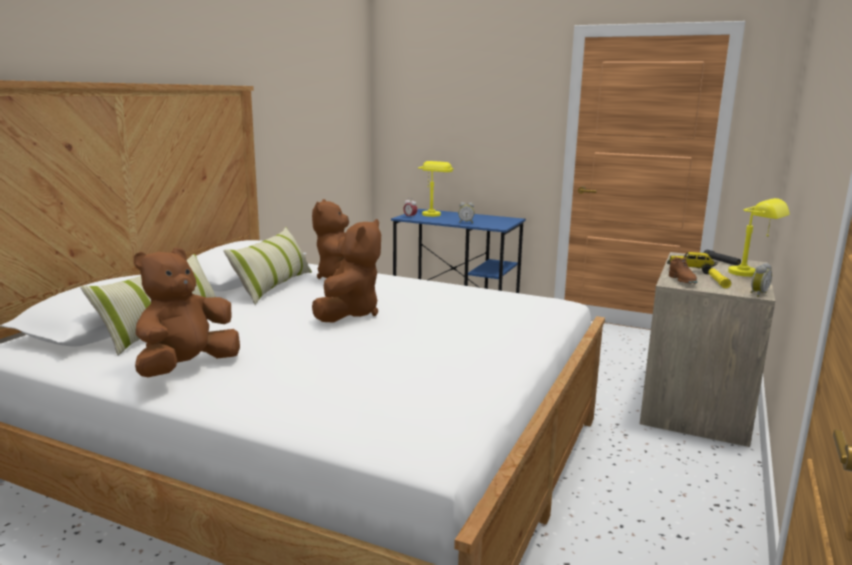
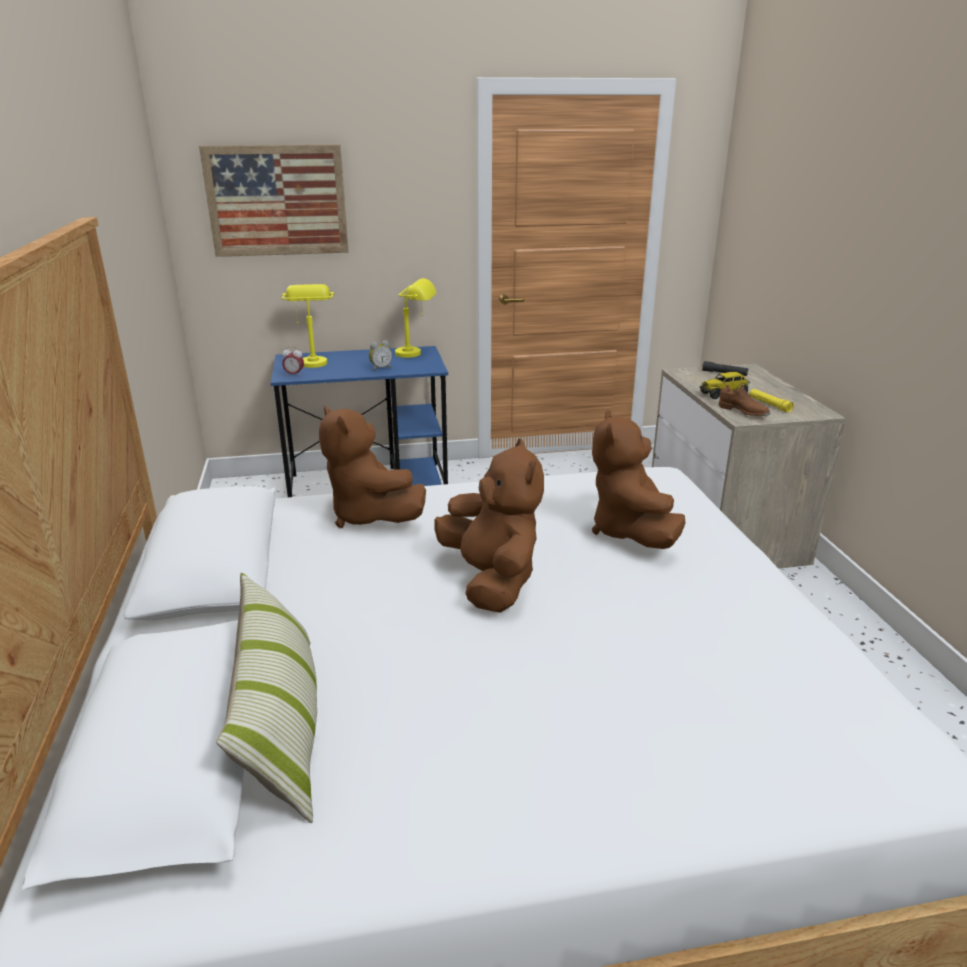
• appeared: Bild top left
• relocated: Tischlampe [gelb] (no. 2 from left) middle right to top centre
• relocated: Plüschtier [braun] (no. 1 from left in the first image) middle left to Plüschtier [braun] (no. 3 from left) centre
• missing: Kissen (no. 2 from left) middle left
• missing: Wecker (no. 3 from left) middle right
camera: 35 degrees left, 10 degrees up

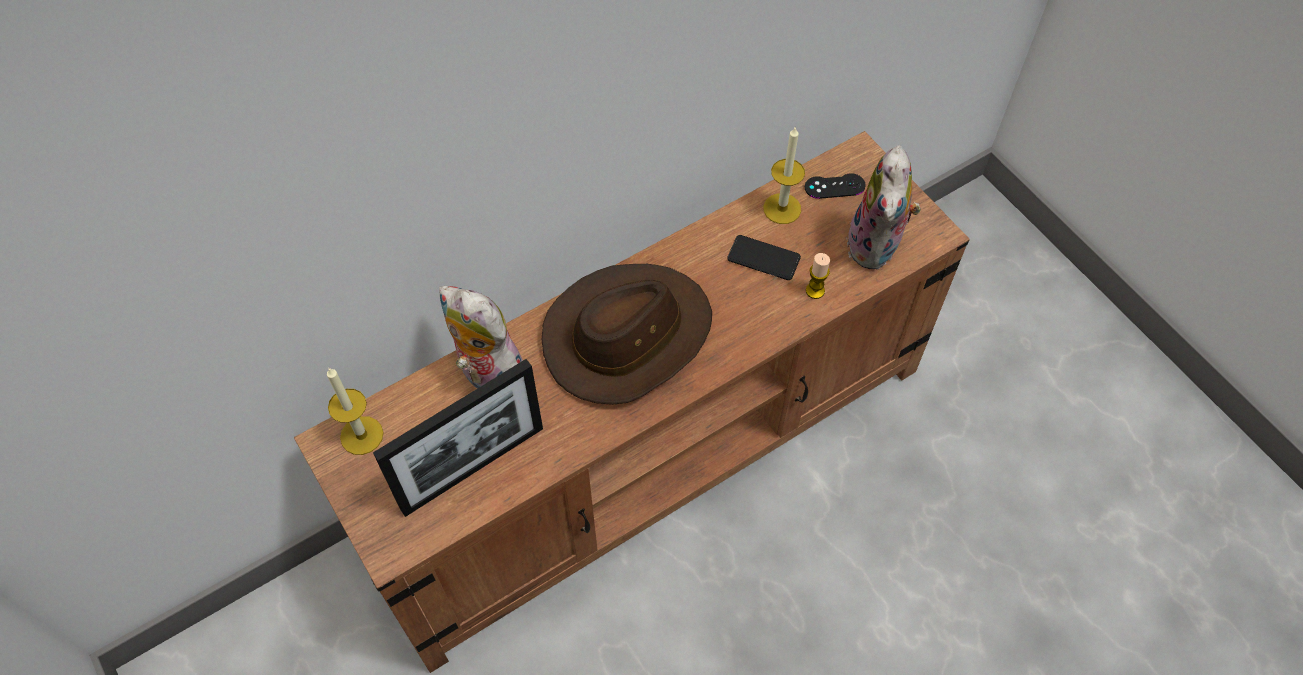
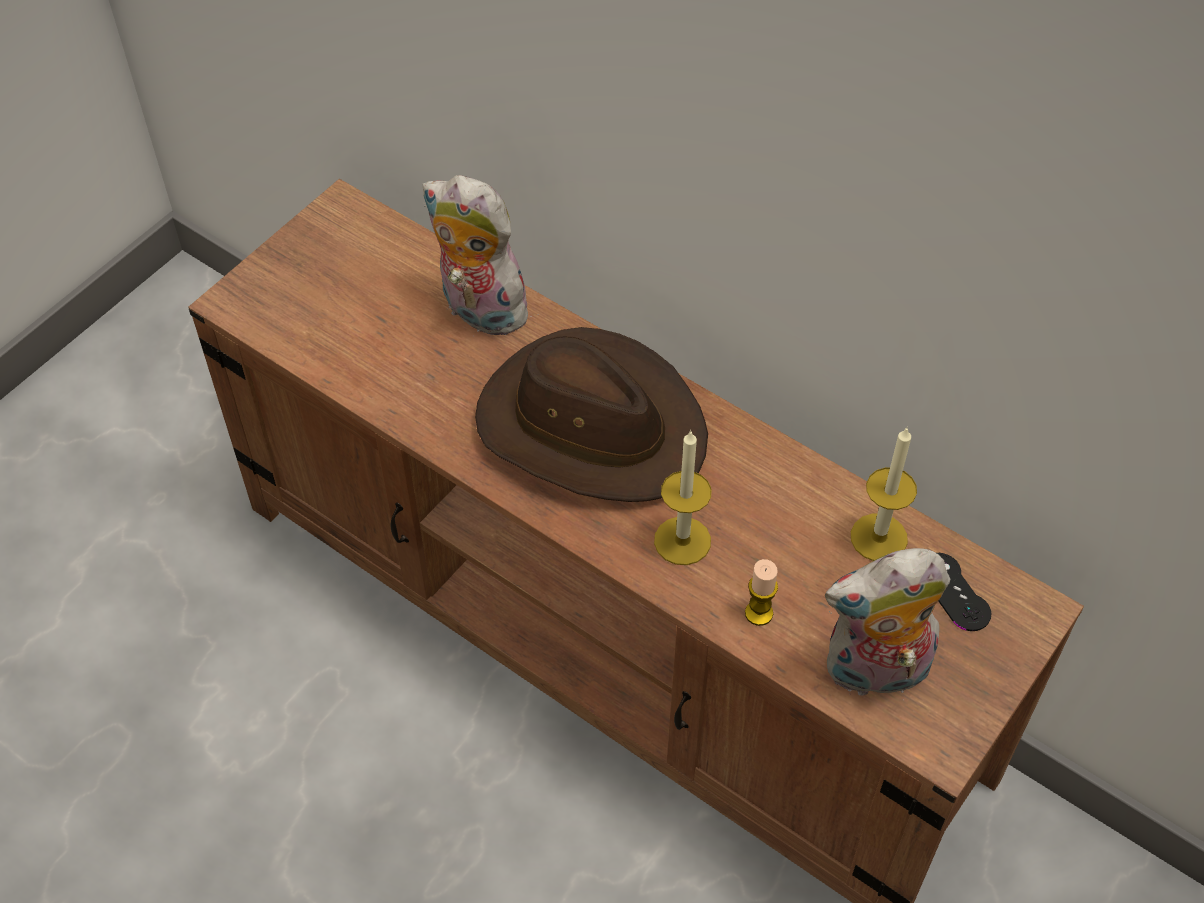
• spun: Plüschtier (no. 1 from left) centre = top centre 75 degrees counterclockwise
• relocated: Kerze (no. 1 from left) middle left to centre
• missing: Bilderrahmen centre
• missing: Handy centre
camera: 70 degrees right, 5 degrees down

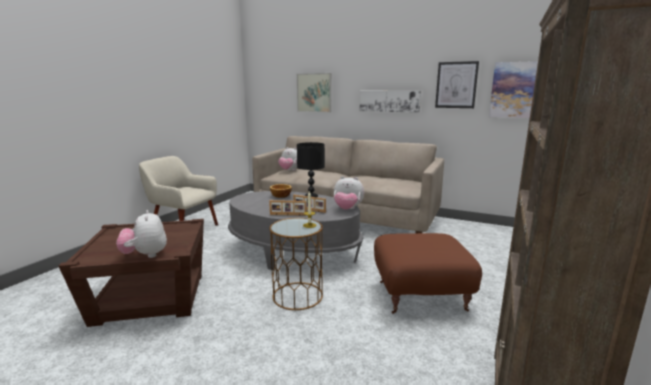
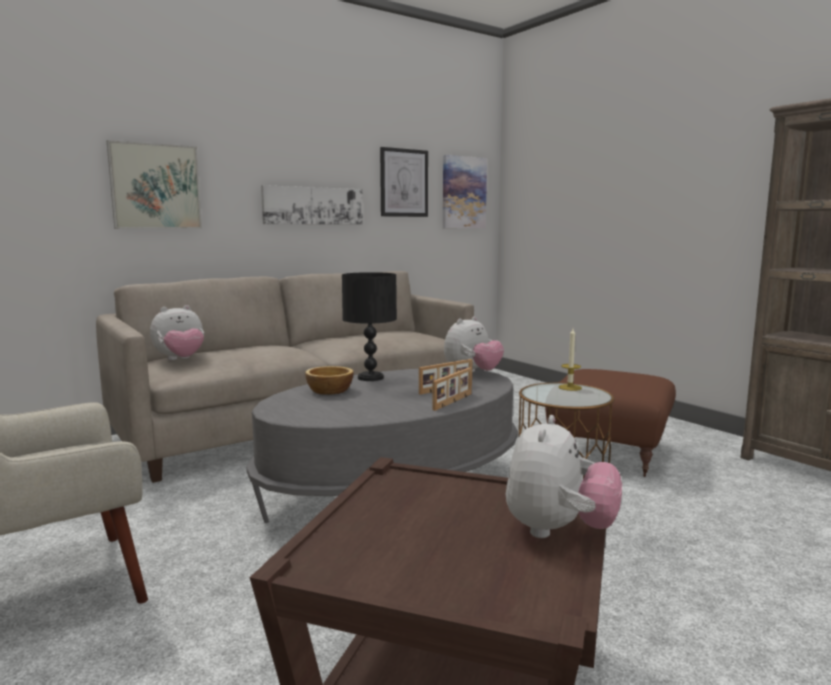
• spun: Plüschtier (no. 1 from left in the first image) middle left = bottom right 75 degrees counterclockwise
camera: 60 degrees left, 5 degrees down

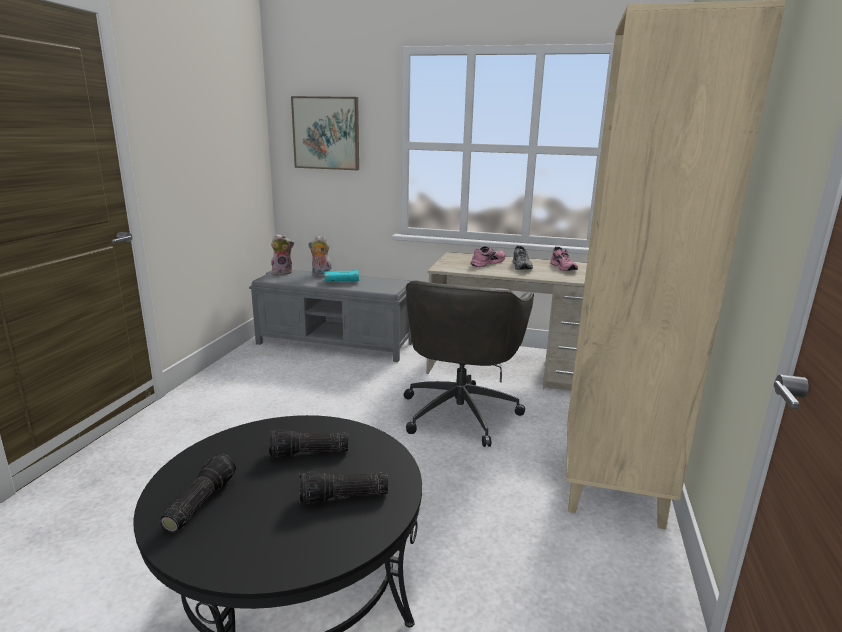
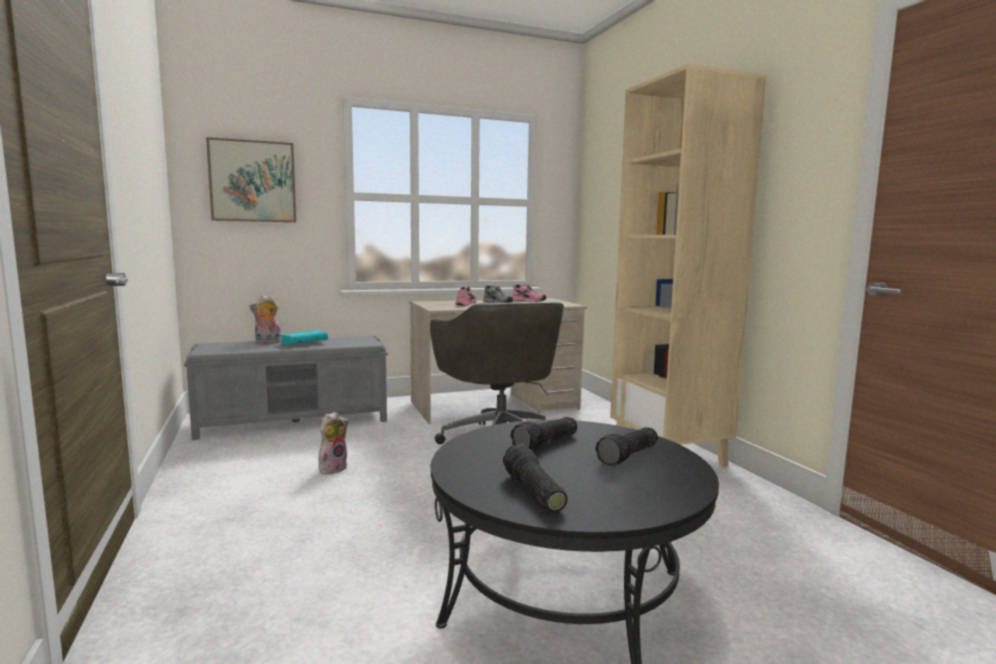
• relocated: Plüschtier (no. 1 from left in the first image) centre to Plüschtier (no. 2 from left) bottom centre
camera: 35 degrees left, 10 degrees down

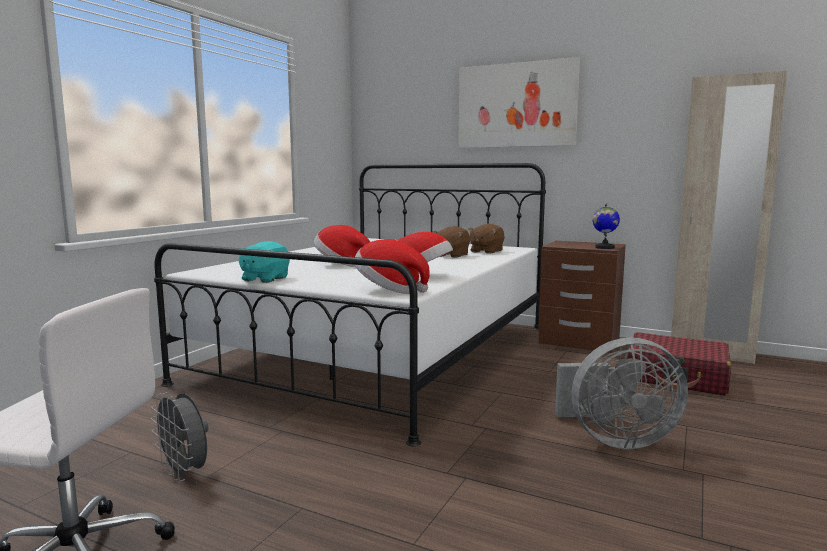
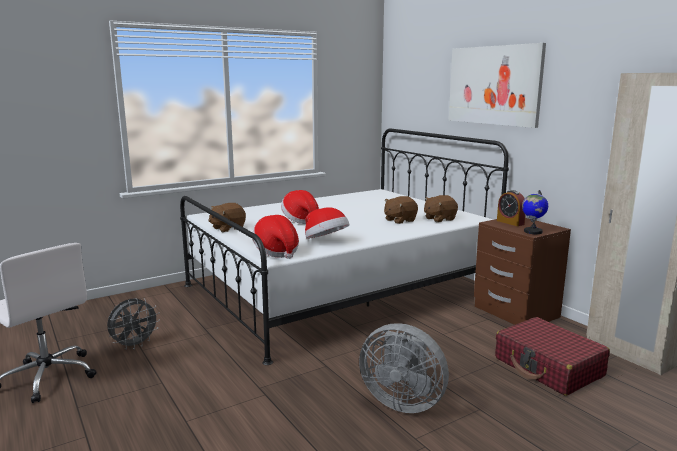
• spun: Ventilator [grau] (no. 1 from left) bottom left = bottom left 120 degrees counterclockwise
• colour: Plüschtier [türkis] middle left to Plüschtier [braun] (no. 1 from left) centre
• appeared: Wecker middle right
camera: 30 degrees right, 5 degrees up

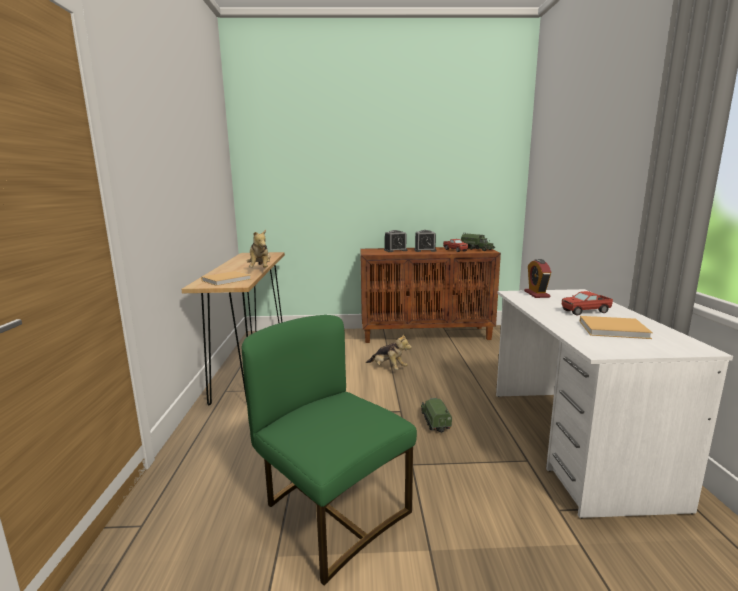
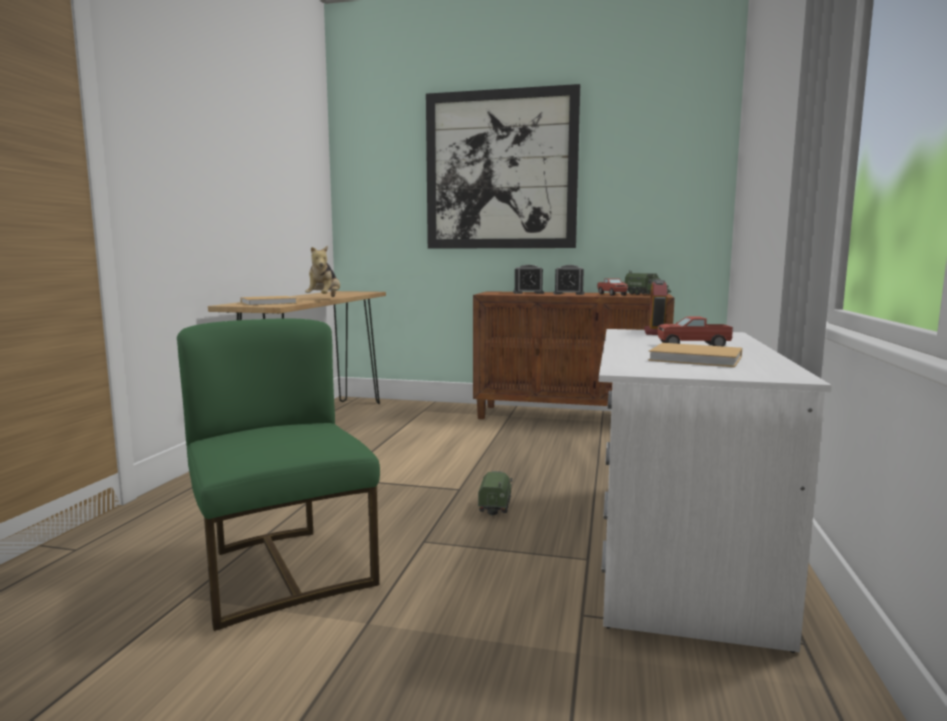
• appeared: Bild top centre
• missing: Plüschtier (no. 2 from left) centre
camera: 15 degrees right, 5 degrees down

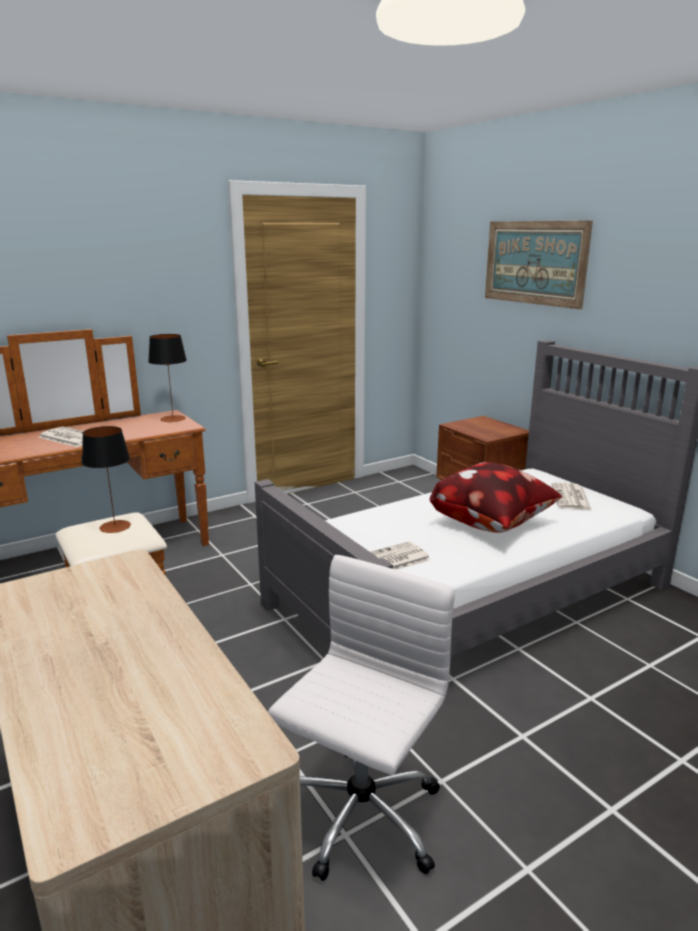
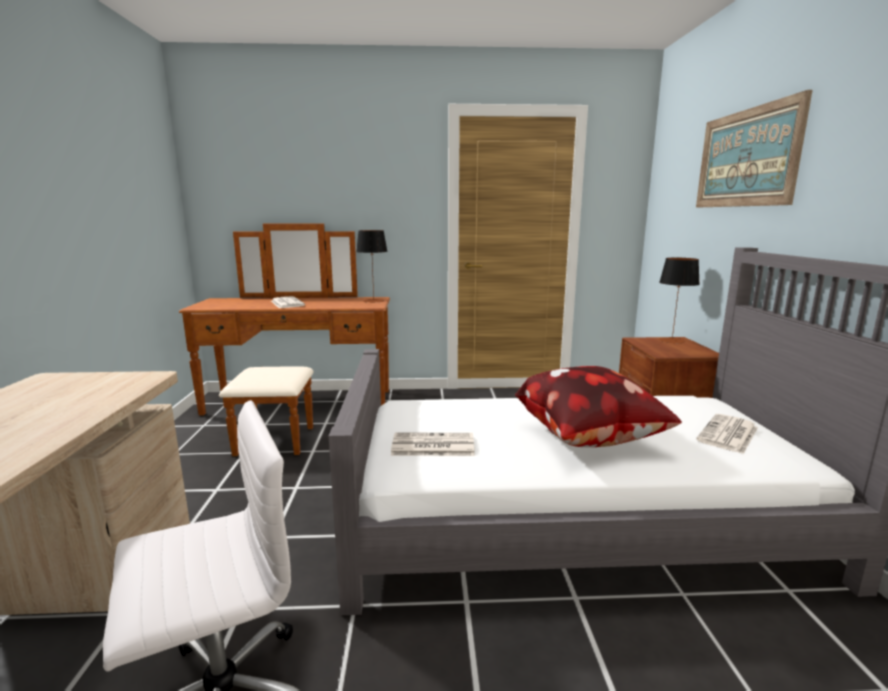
• relocated: Tischlampe (no. 1 from left in the first image) middle left to Tischlampe (no. 2 from left) middle right
camera: 30 degrees right, 5 degrees down

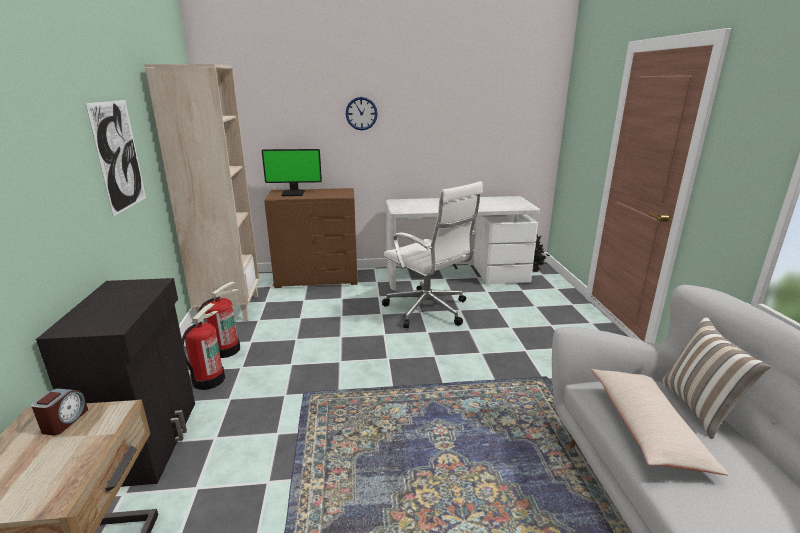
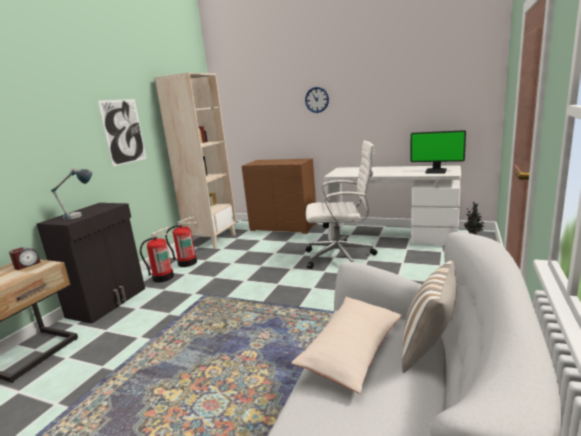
• appeared: Tischlampe middle left
• spun: Bürostuhl [weiß] centre = centre 75 degrees counterclockwise
• relocated: Monitor top centre to middle right
camera: 30 degrees right, 5 degrees down

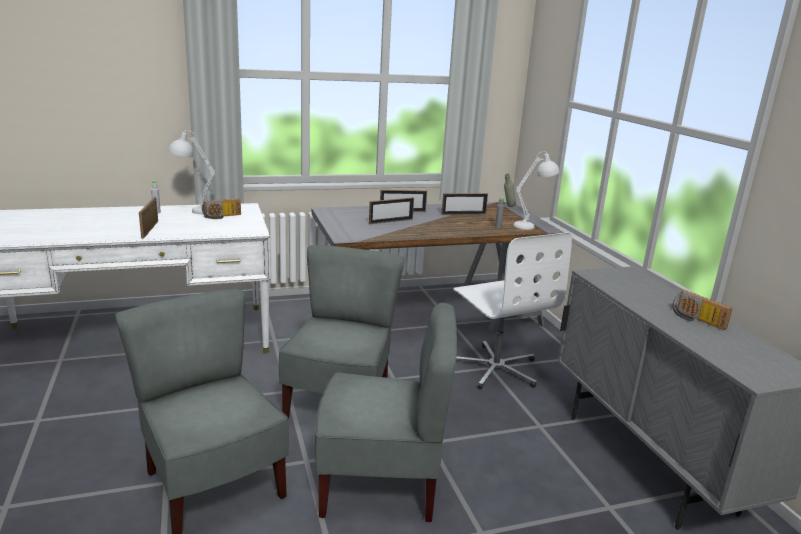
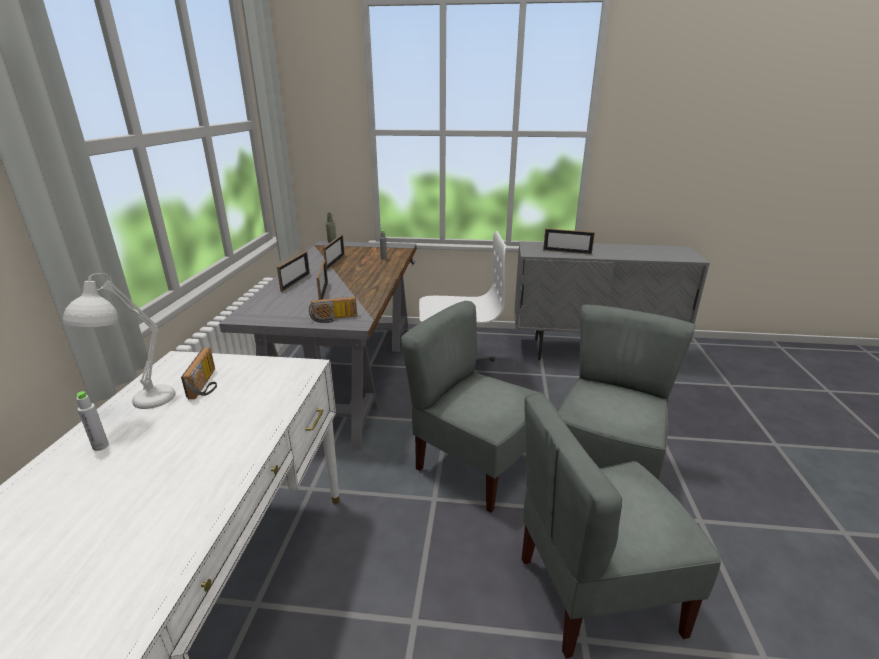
• relocated: Radio (no. 2 from left) middle right to centre
• relocated: Bilderrahmen (no. 1 from left in the first image) middle left to Bilderrahmen (no. 4 from left) centre
• missing: Tischlampe [weiß] (no. 2 from left) middle right
camera: 65 degrees left, 5 degrees up

